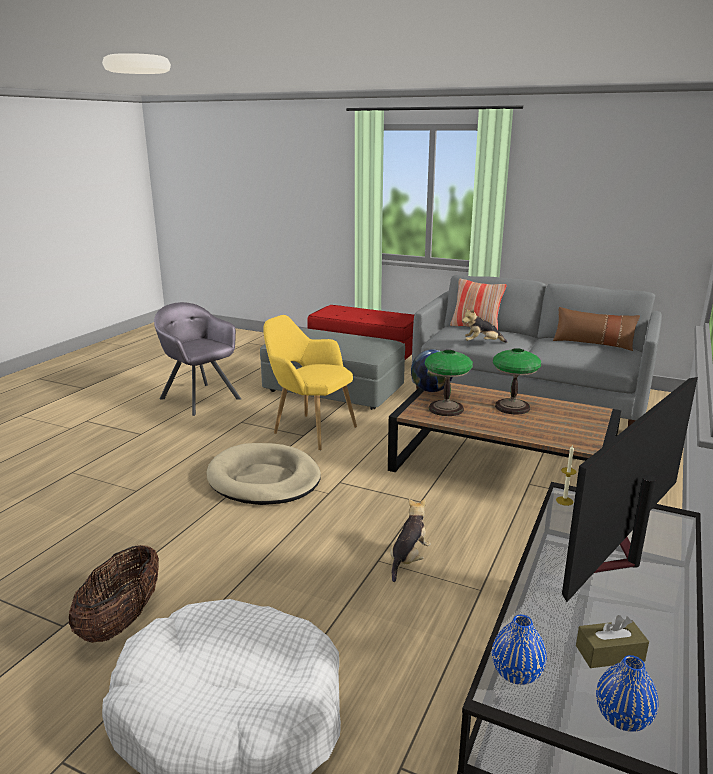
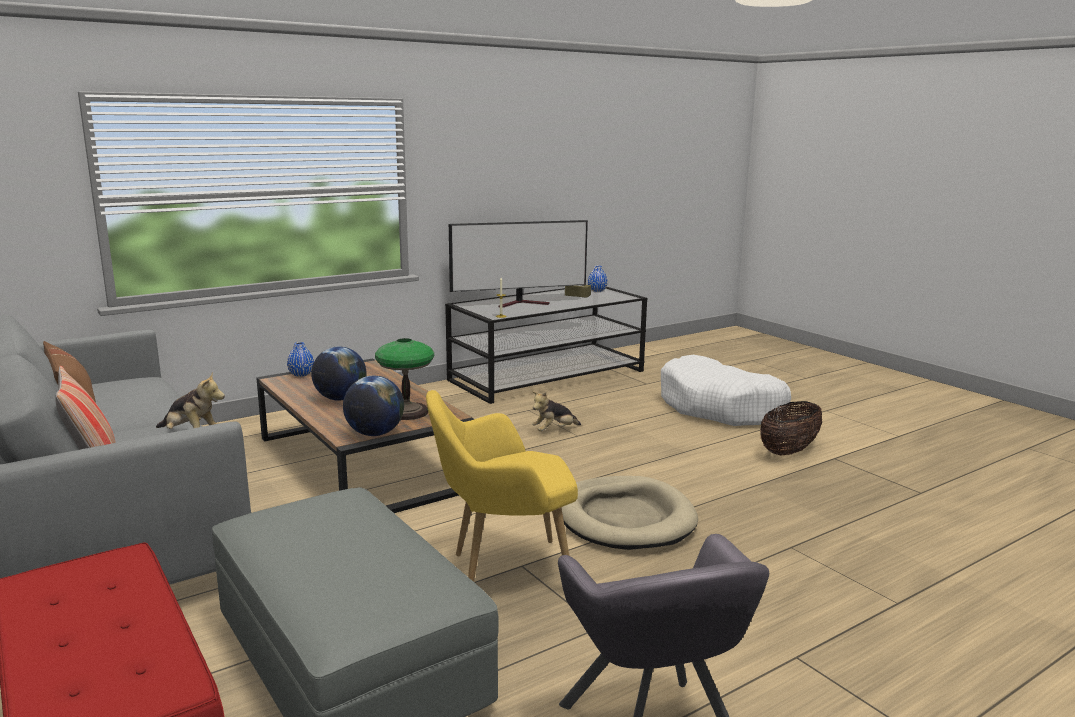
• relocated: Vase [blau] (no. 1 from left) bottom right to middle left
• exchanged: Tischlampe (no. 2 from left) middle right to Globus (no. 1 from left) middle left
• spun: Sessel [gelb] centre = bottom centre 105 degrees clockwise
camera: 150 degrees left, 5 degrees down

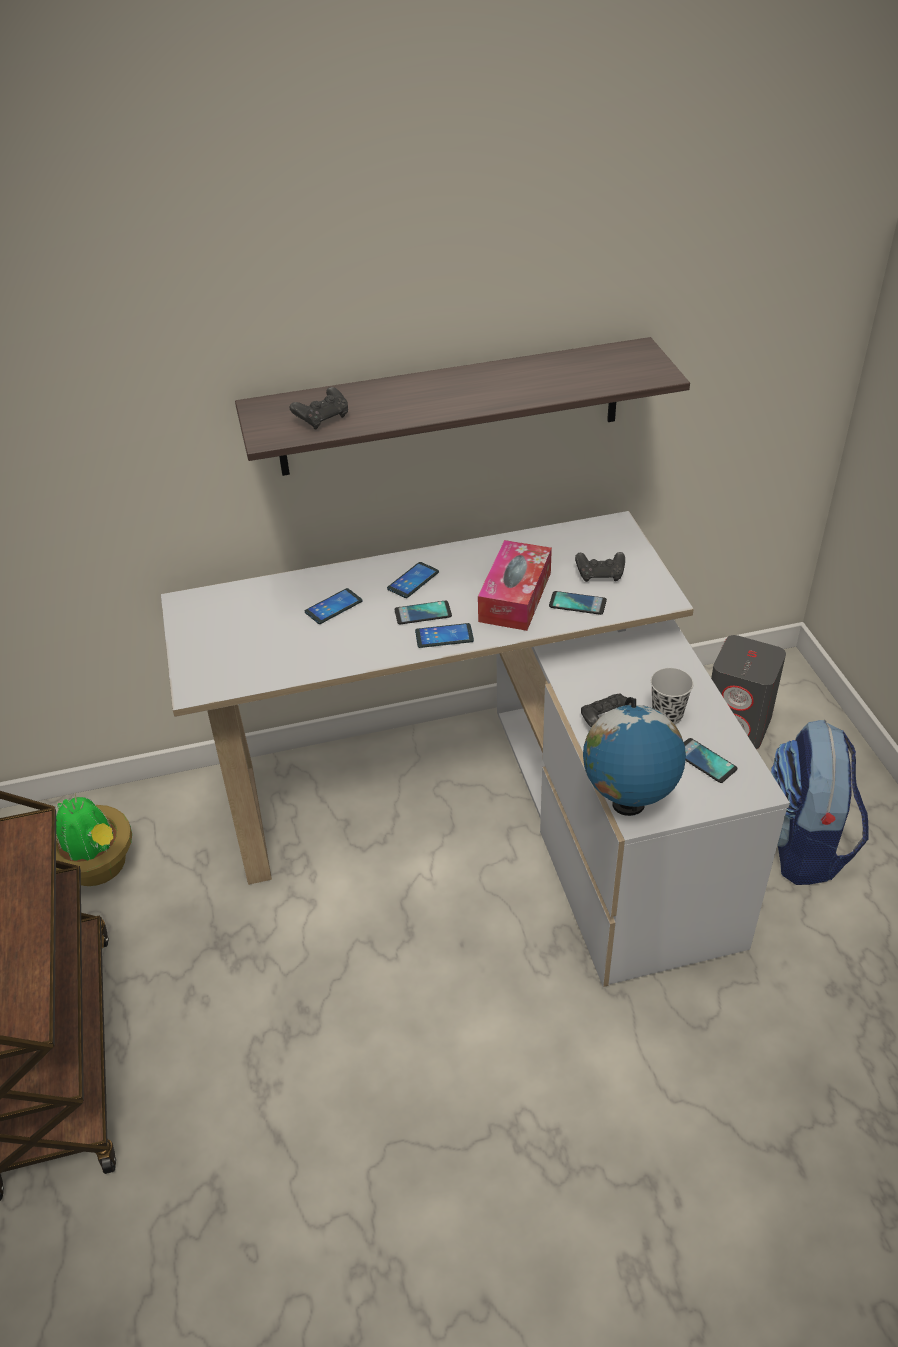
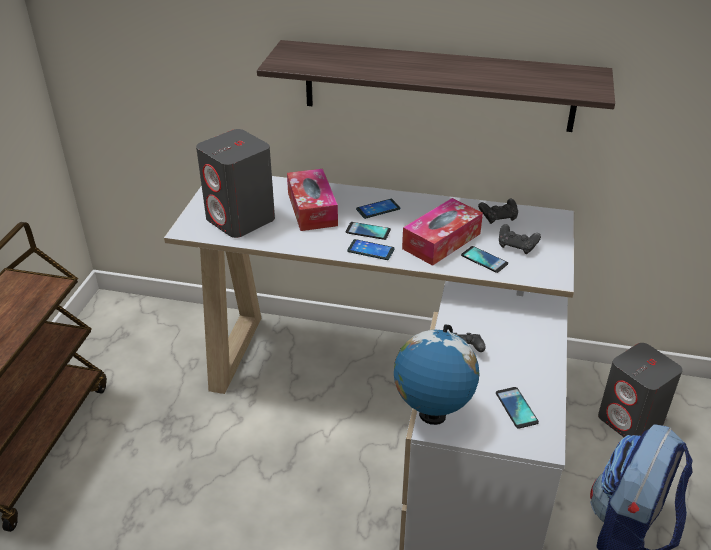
• appeared: Lautsprecher [grau] (no. 1 from left) top left
• exchanged: Handy (no. 1 from left) centre to Taschentuchbox (no. 1 from left) centre
• relocated: Gamepad [schwarz] (no. 1 from left in the first image) top centre to Gamepad [schwarz] (no. 2 from left) middle right
• missing: Topfpflanze middle left
• missing: Tasse [schwarz] middle right
camera: 25 degrees right, 5 degrees down

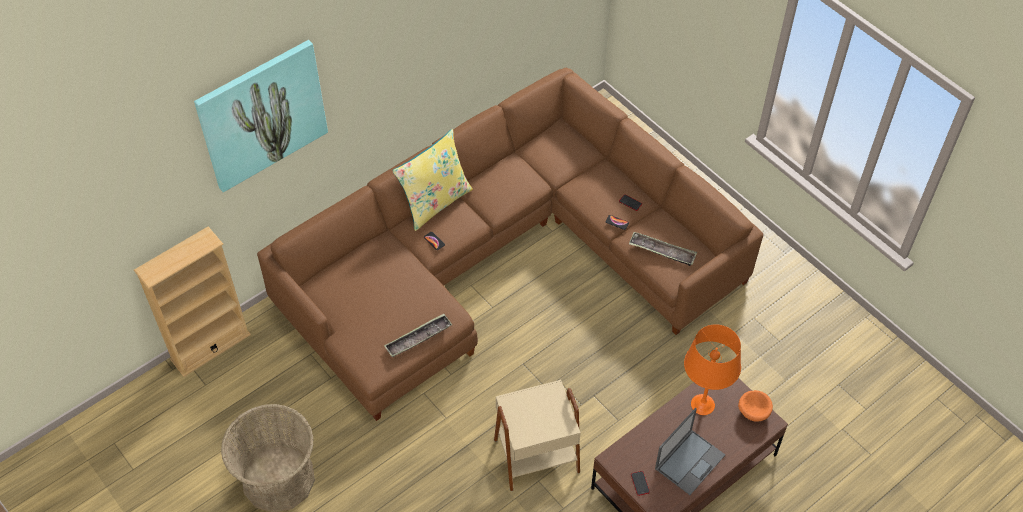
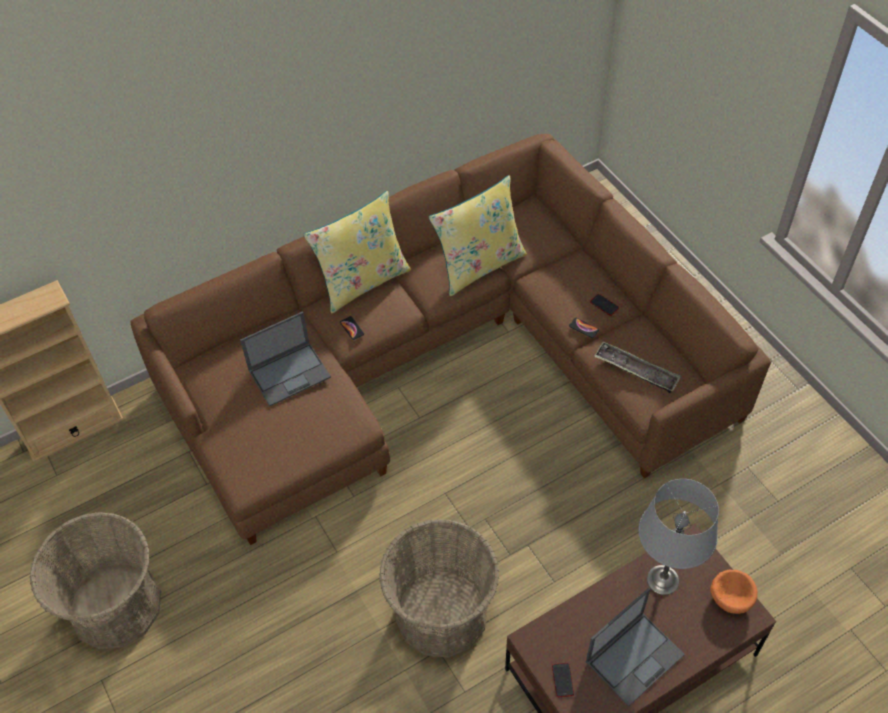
• appeared: Laptop (no. 1 from left) middle left
• exchanged: Beistelltisch [beige] bottom centre to Korb (no. 2 from left) bottom centre
• appeared: Kissen [gelb] (no. 2 from left) top centre
• colour: Tischlampe [orange] bottom right to Tischlampe [grau] bottom right
• missing: Bild top left
• missing: Tablett (no. 1 from left) centre
camera: 10 degrees right, 0 degrees up

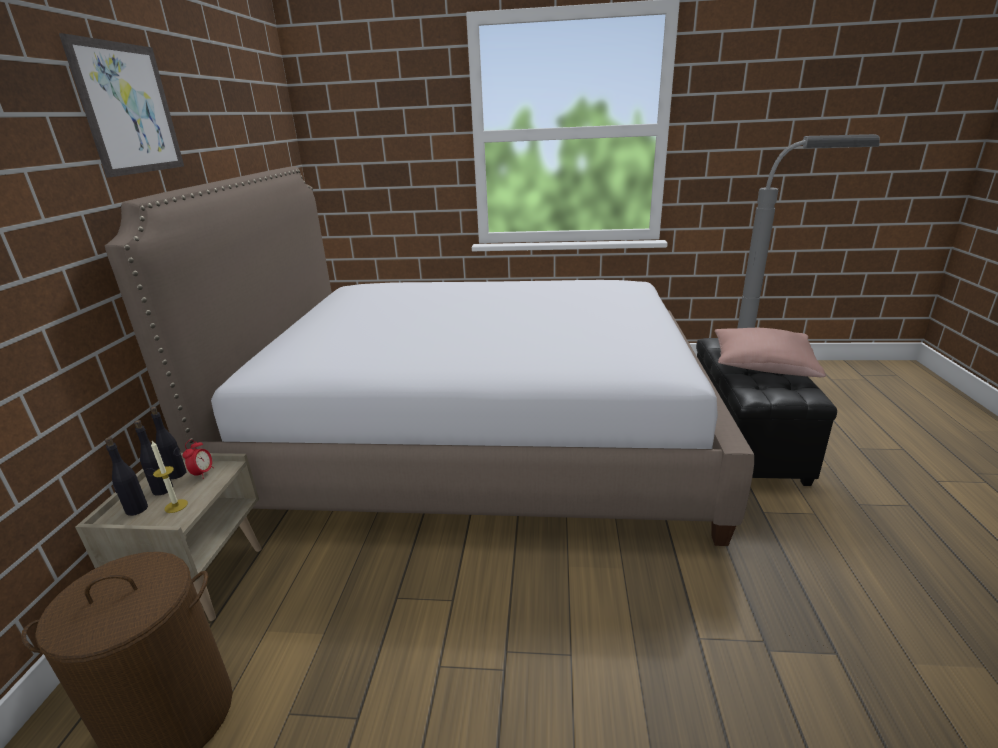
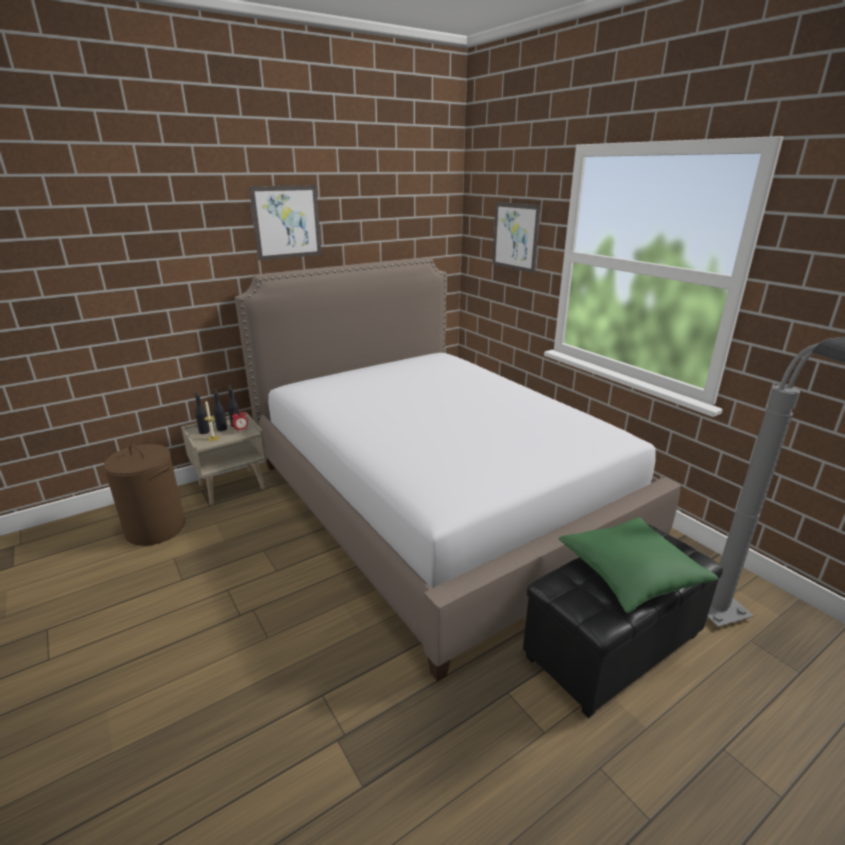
• appeared: Bild (no. 2 from left) top centre
• colour: Kissen [rosa] middle right to Kissen [grün] bottom right
camera: 50 degrees right, 0 degrees up

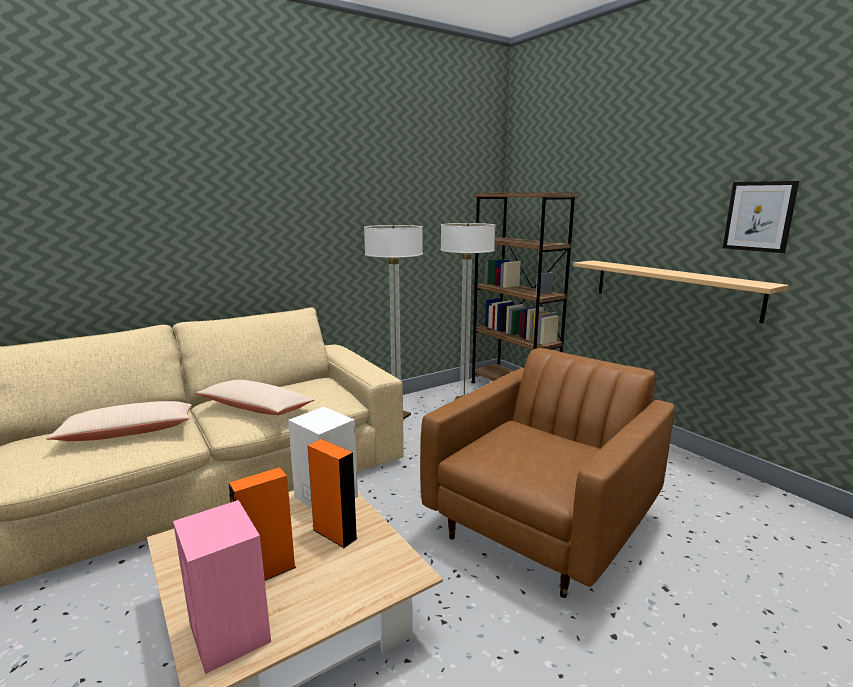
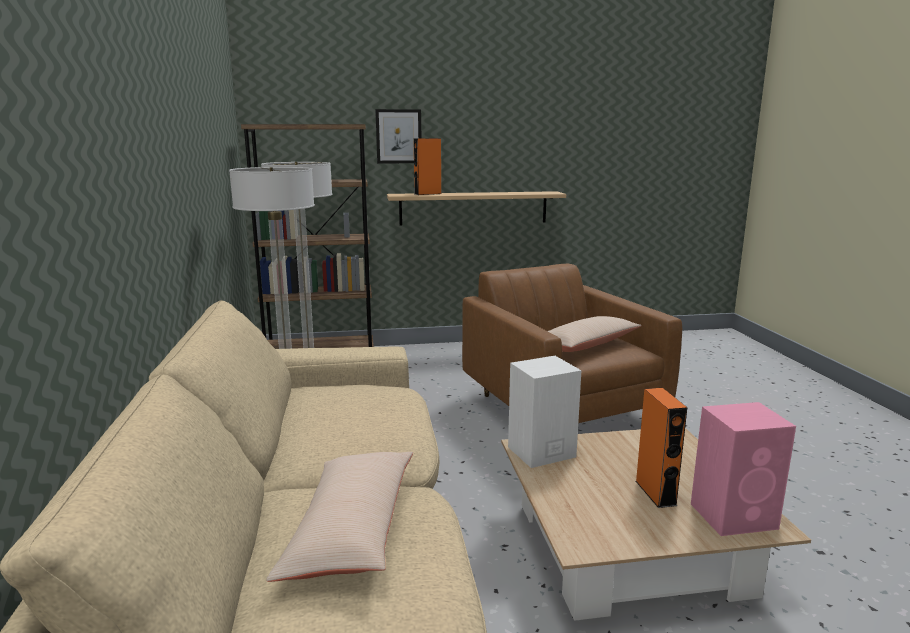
• relocated: Bild top right to top centre
• relocated: Lautsprecher [orange] (no. 2 from left in the first image) bottom centre to Lautsprecher [orange] (no. 1 from left) top centre
• relocated: Kissen [beige] (no. 2 from left) middle left to centre
camera: 65 degrees left, 0 degrees up

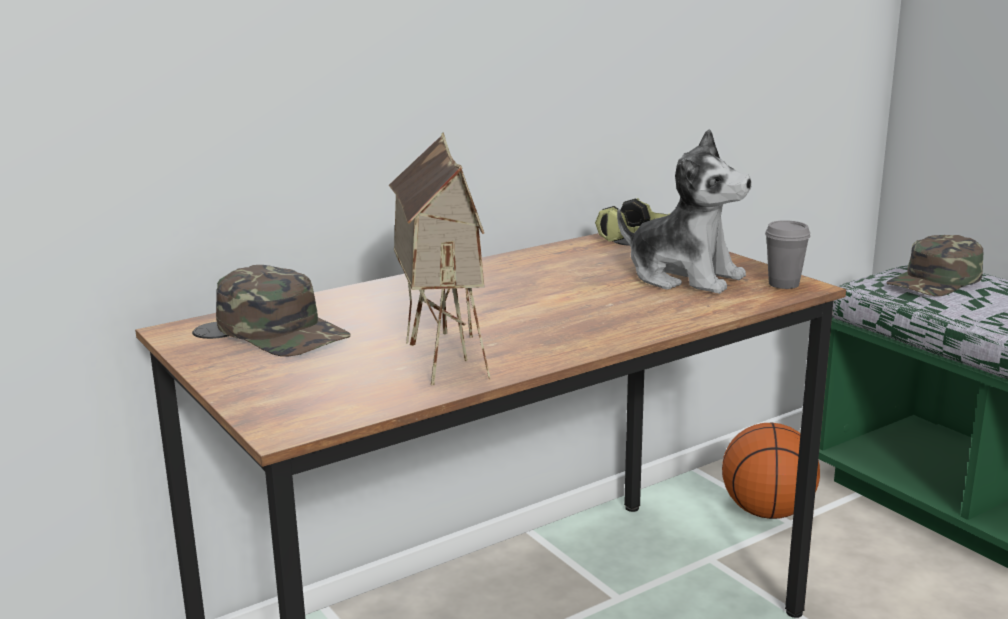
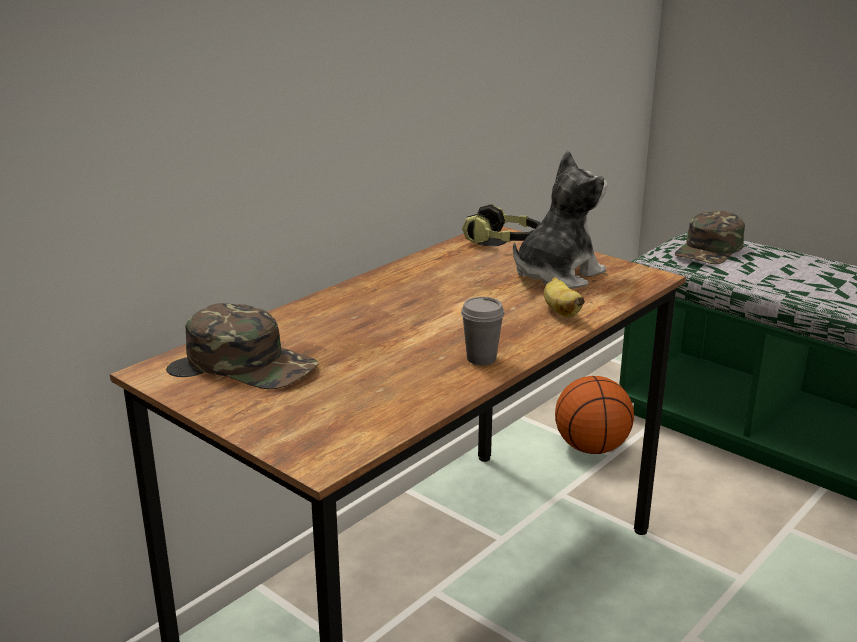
• relocated: Tasse [grau] middle right to centre
• spun: Plüschtier middle right = centre 60 degrees counterclockwise
• appeared: Banane centre
• missing: Spielzeughaus centre
camera: 15 degrees left, 5 degrees up

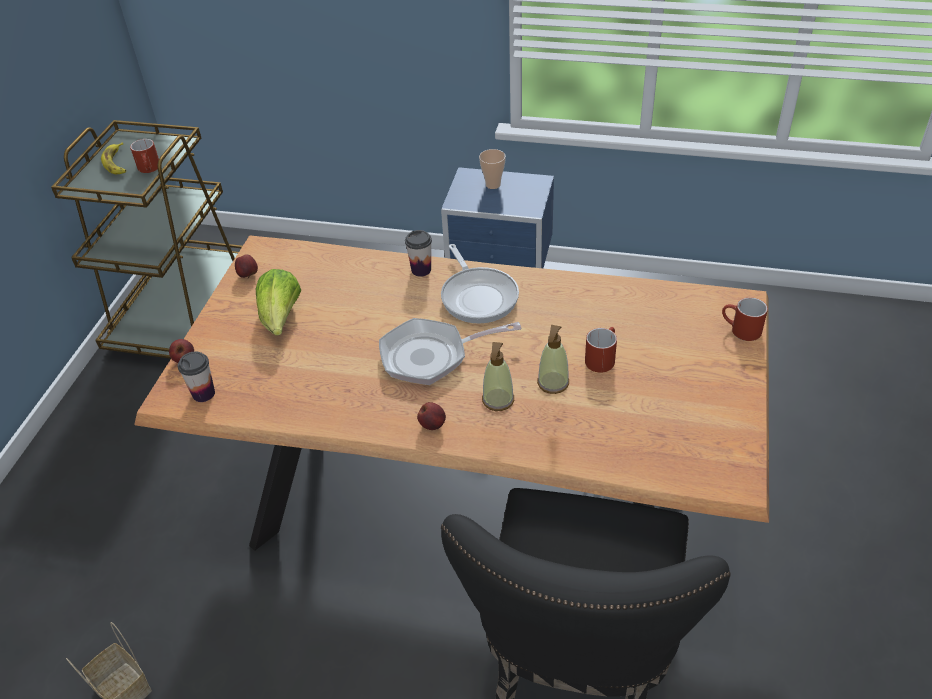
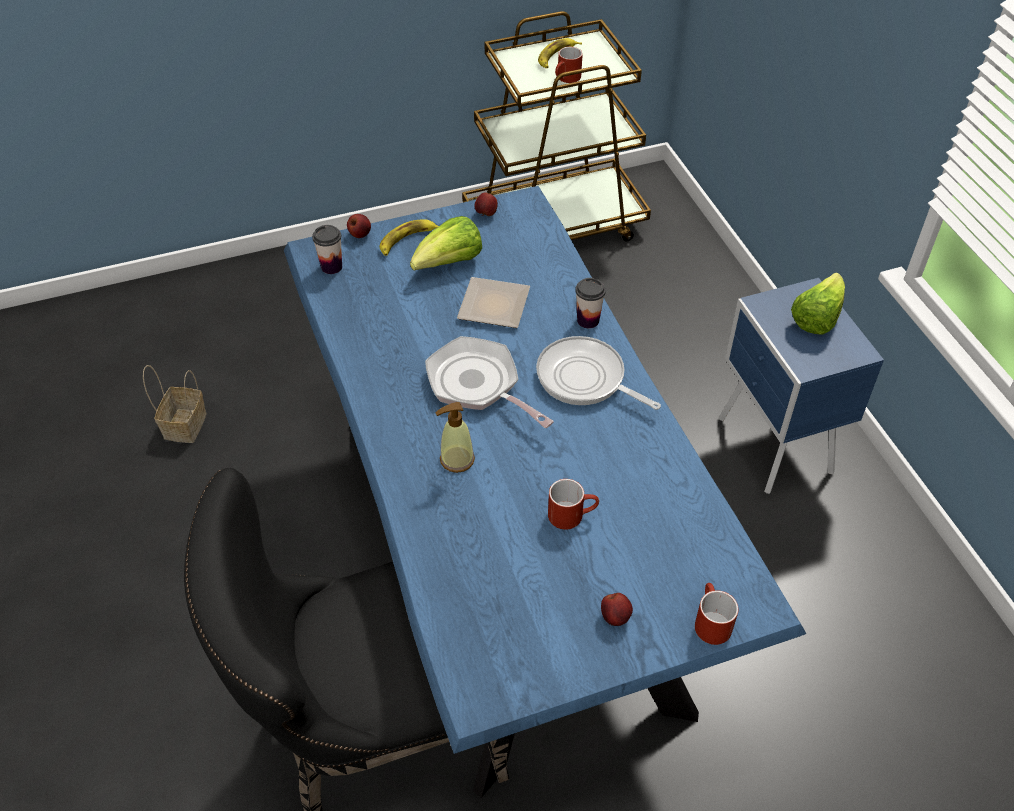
• colour: Esstisch [braun] centre to Esstisch [blau] centre
• appeared: Banane (no. 1 from left) top centre
• appeared: Teller centre
• spun: Pfanne (no. 2 from left) centre = centre 90 degrees clockwise
• relocated: Apfel (no. 3 from left) centre to bottom centre
• exchanged: Tasse (no. 3 from left) top centre to Salatkopf (no. 2 from left) middle right
• missing: Seifenspender (no. 2 from left) centre
camera: 55 degrees right, 5 degrees up

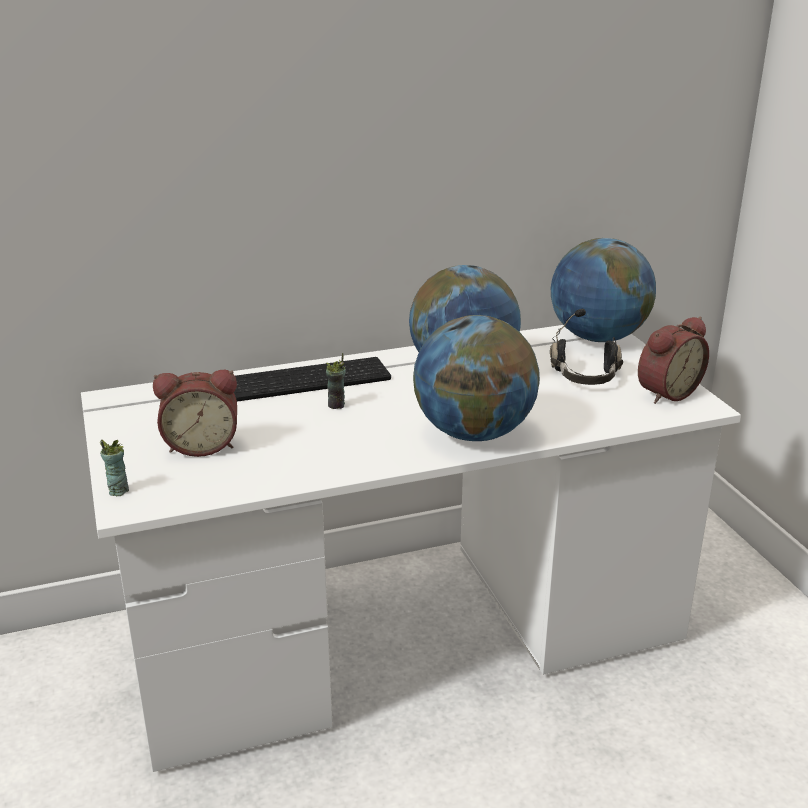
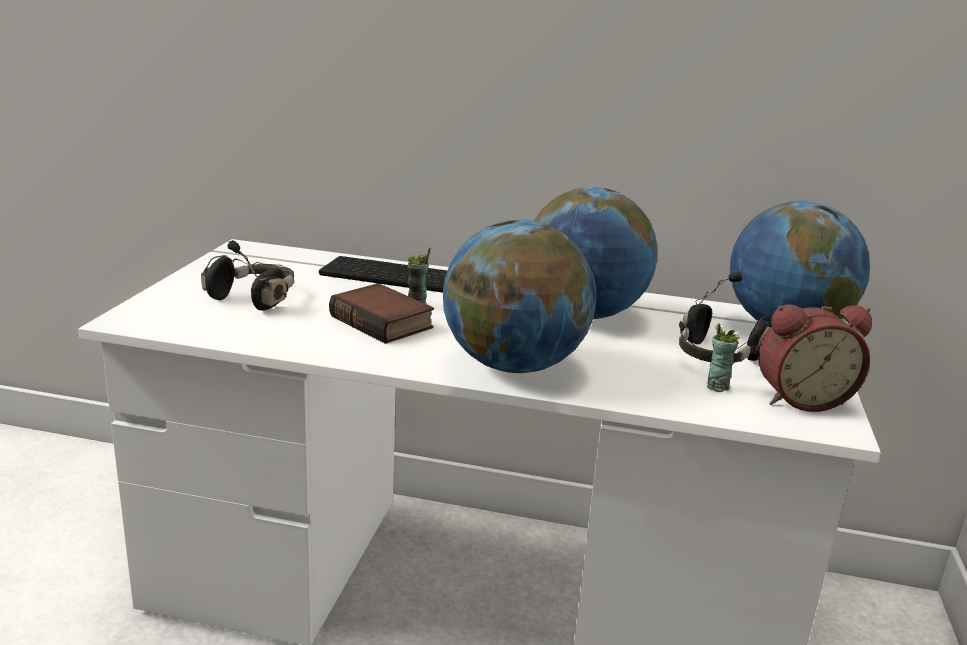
• exchanged: Wecker (no. 1 from left) middle left to Kopfhörer [schwarz] (no. 1 from left) middle left
• appeared: Buch centre
• relocated: Tasse (no. 1 from left in the first image) middle left to Tasse (no. 2 from left) middle right
camera: 30 degrees right, 5 degrees down

